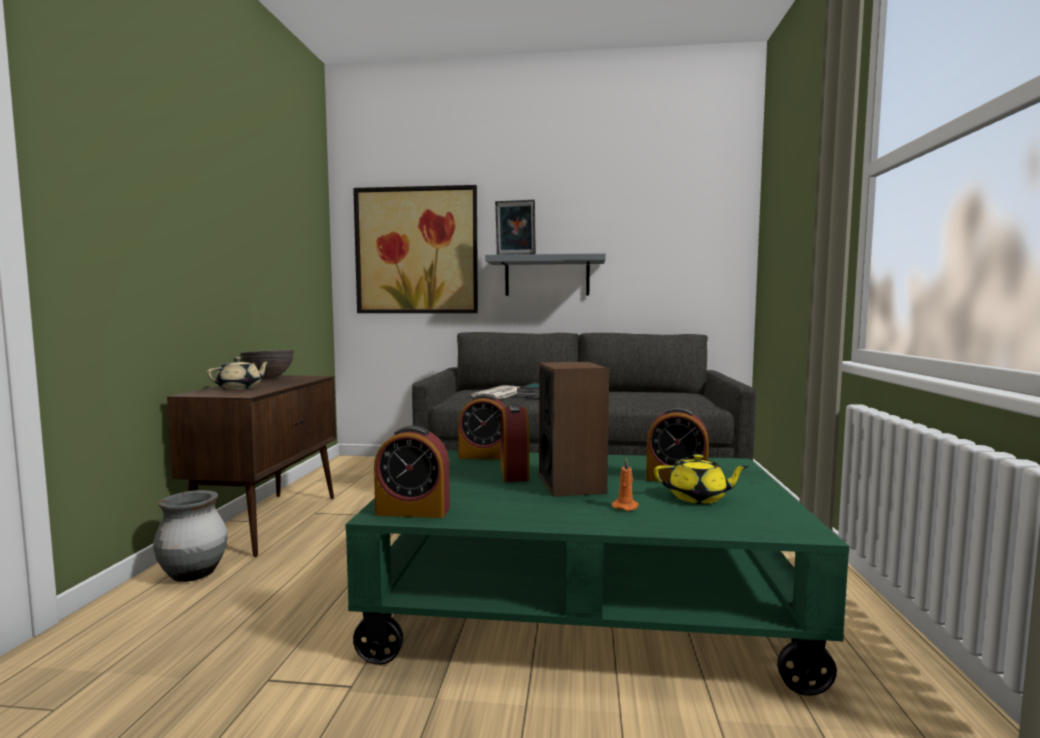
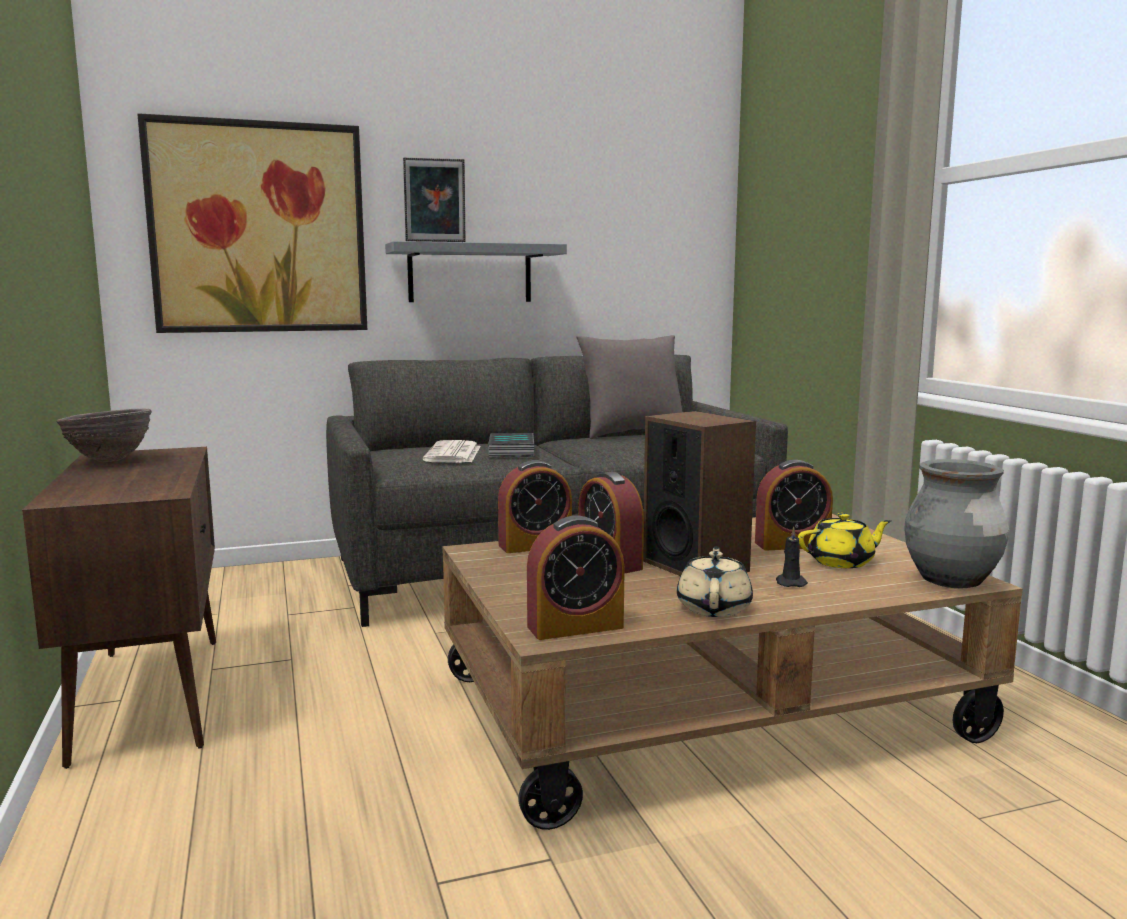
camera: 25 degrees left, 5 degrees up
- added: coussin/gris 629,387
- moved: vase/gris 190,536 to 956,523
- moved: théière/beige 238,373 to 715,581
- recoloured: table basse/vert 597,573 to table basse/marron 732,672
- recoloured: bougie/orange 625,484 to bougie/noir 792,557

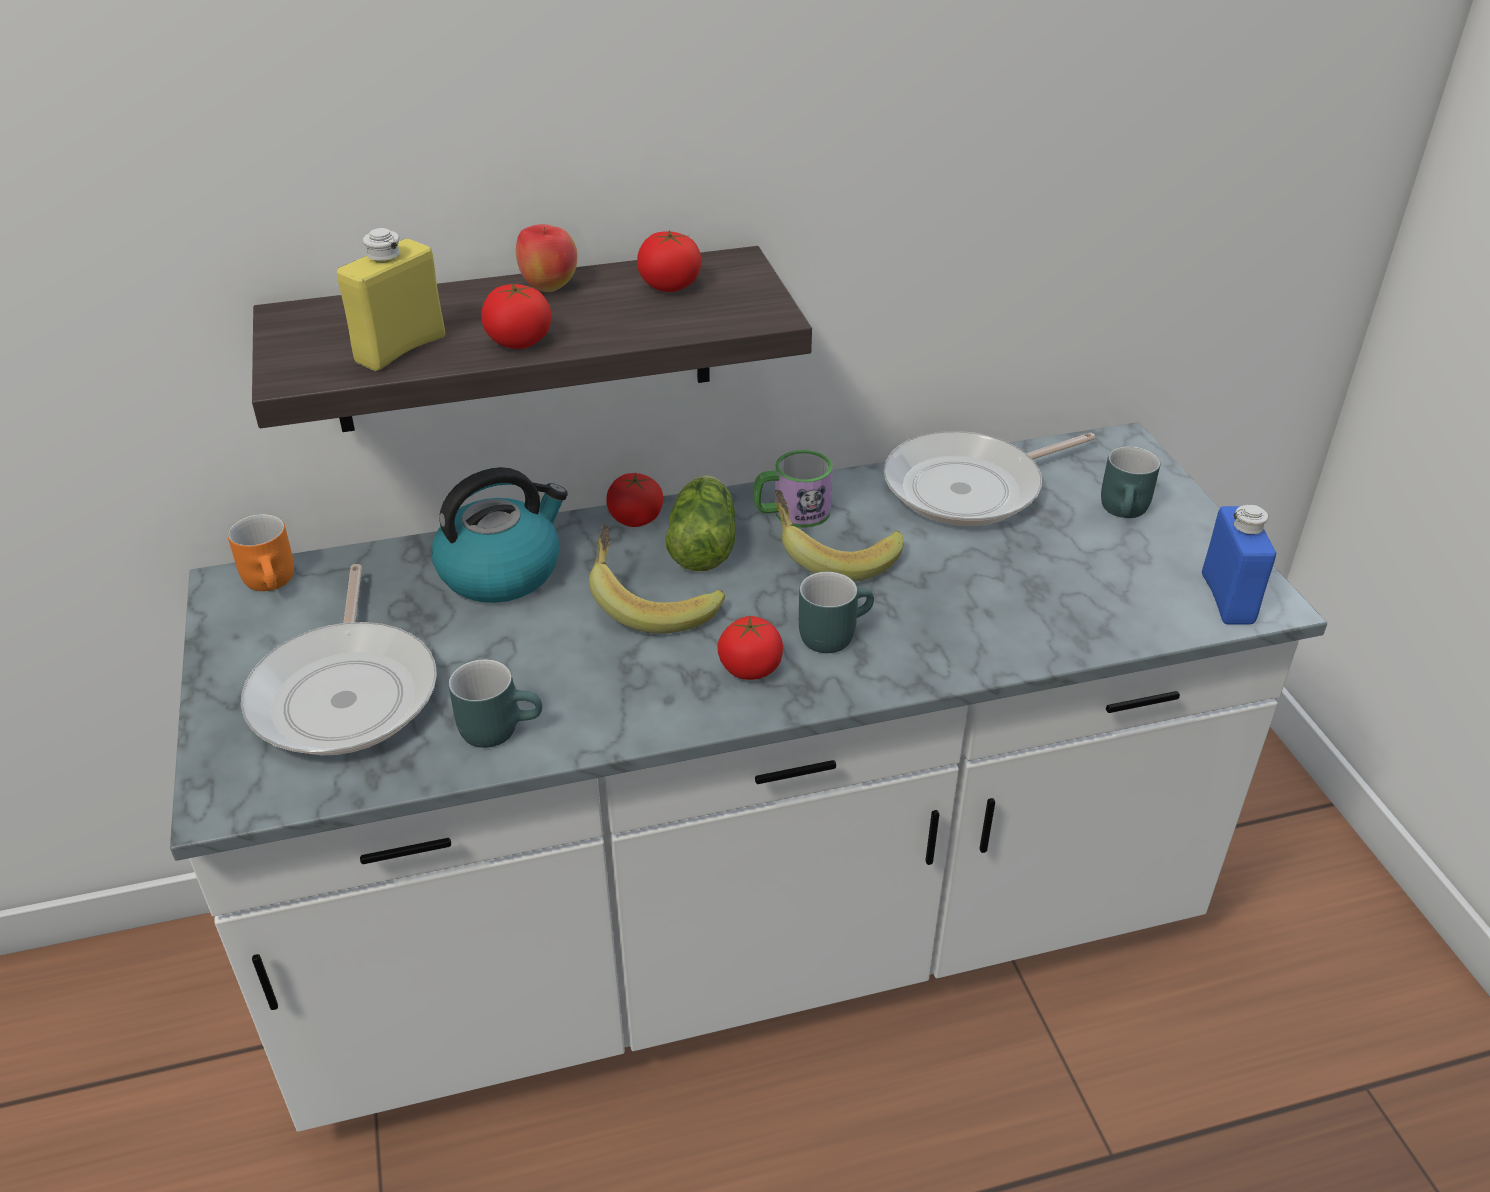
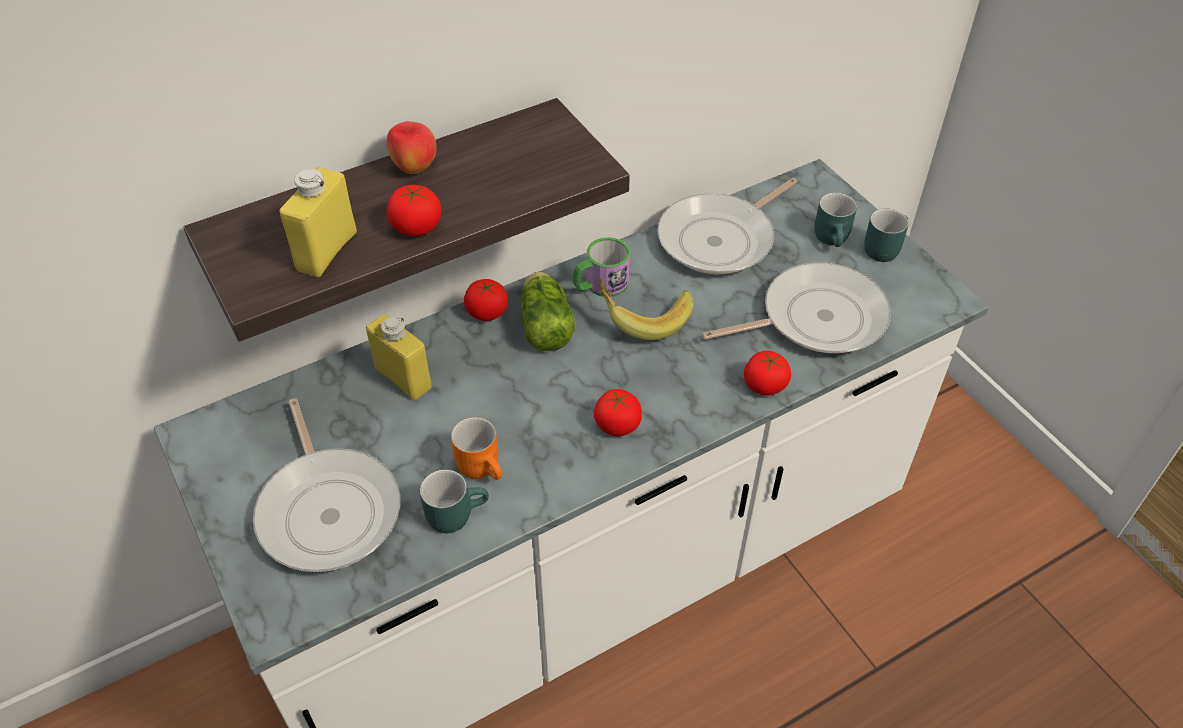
camera: 15 degrees left, 10 degrees up
- removed: banane 657,579
- removed: bouteille/bleu 1239,565
- added: poêle 796,307
- moved: mug/orange 261,552 to 476,448
- moved: tomate 669,261 to 767,373
- moved: mug/turquoise 836,612 to 886,235
- replaced: bouilloire 500,535 to bouteille/jaune 399,357

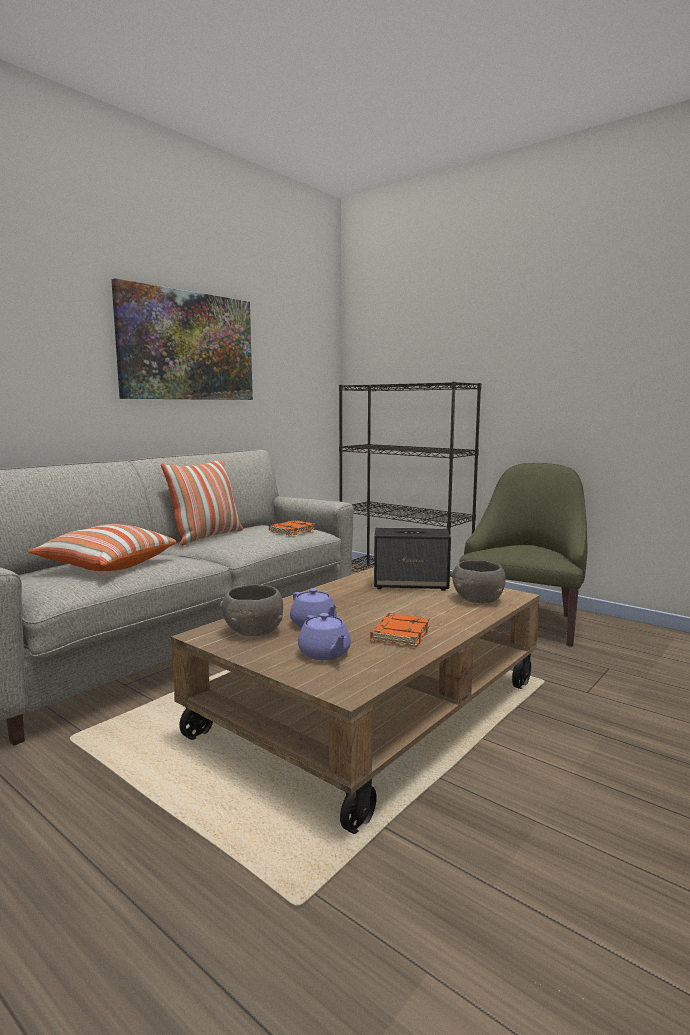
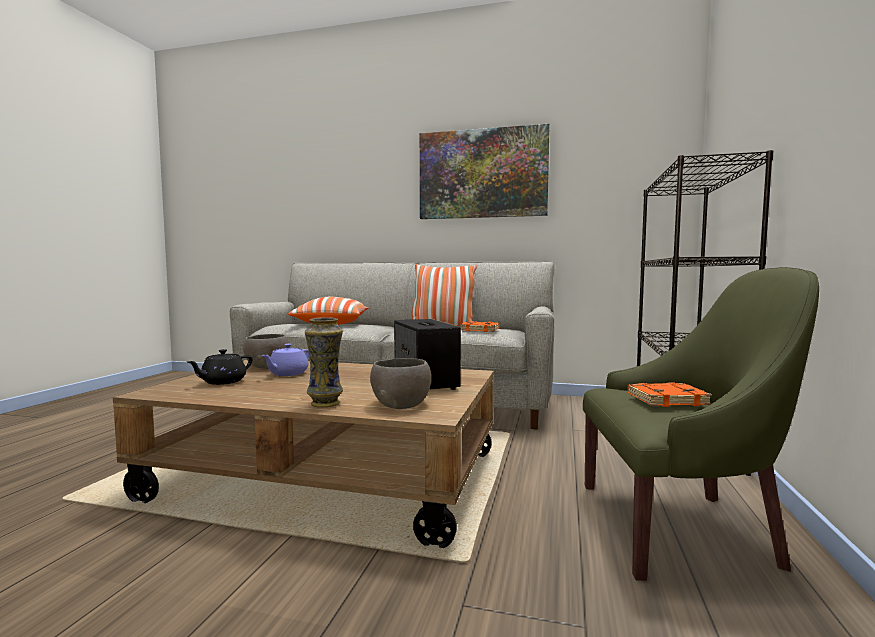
camera: 65 degrees right, 5 degrees down
- added: vase 324,362
- moved: livre/orange 400,630 to 669,394
- recoloured: théière/violet 324,636 to théière/noir 220,367

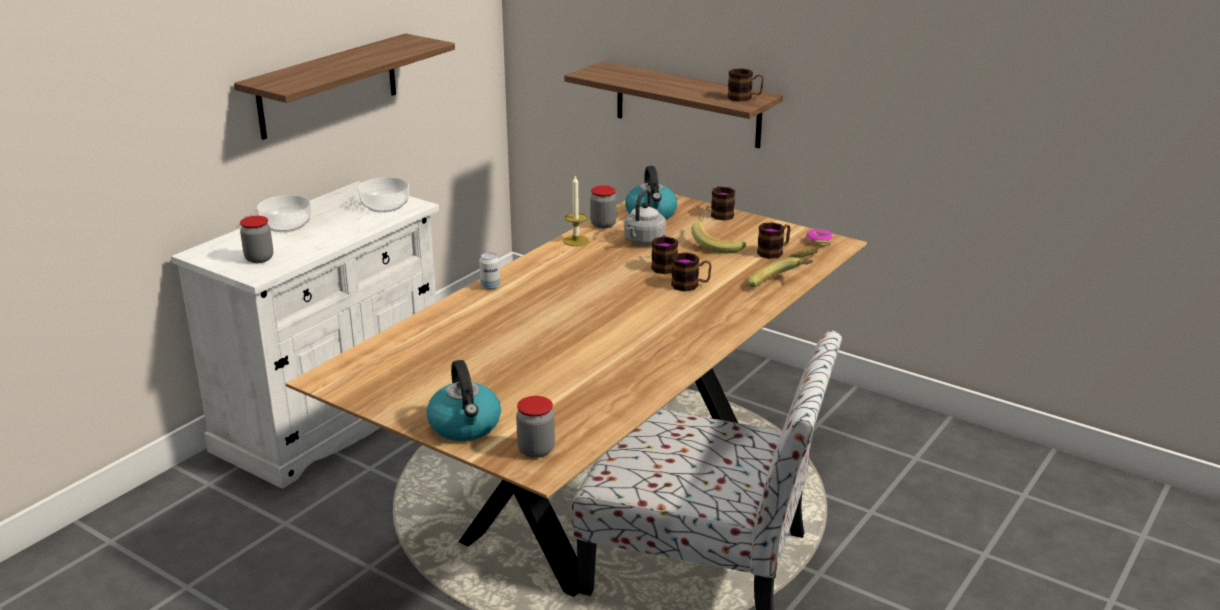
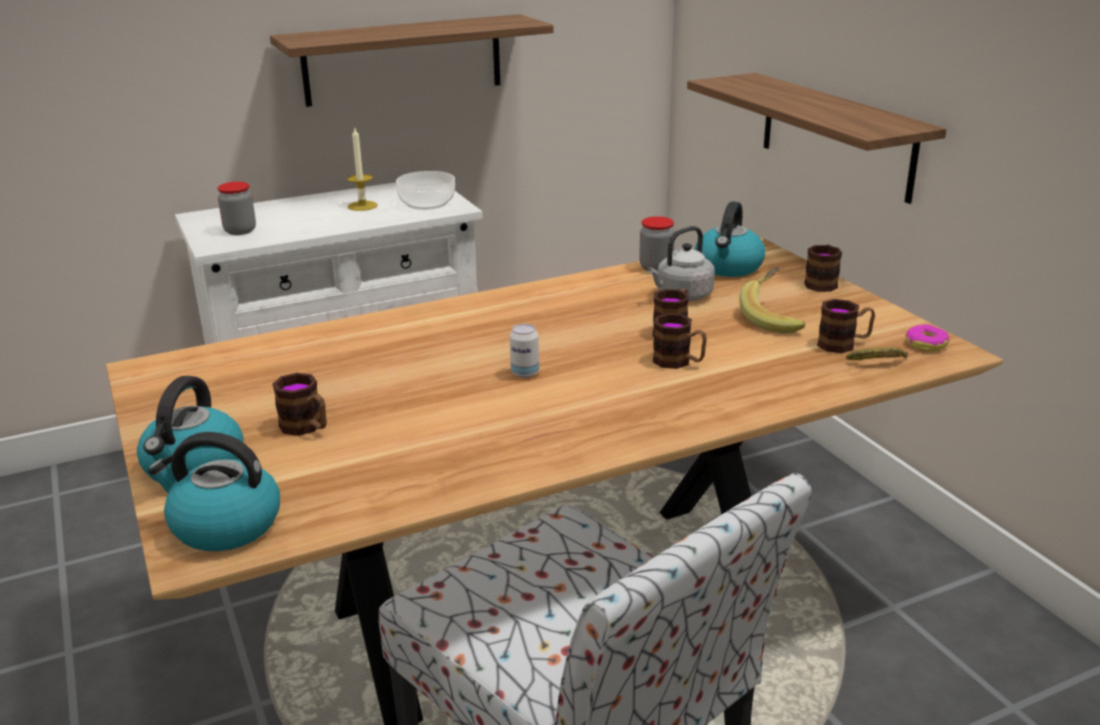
camera: 30 degrees right, 0 degrees up
- removed: bol 284,213
- removed: banane 780,272
- moved: boîte métallique 489,271 to 524,351
- moved: bougie 576,211 to 362,169
- moved: mug 745,85 to 299,404
- replaced: bocal 535,427 to bouilloire 214,491

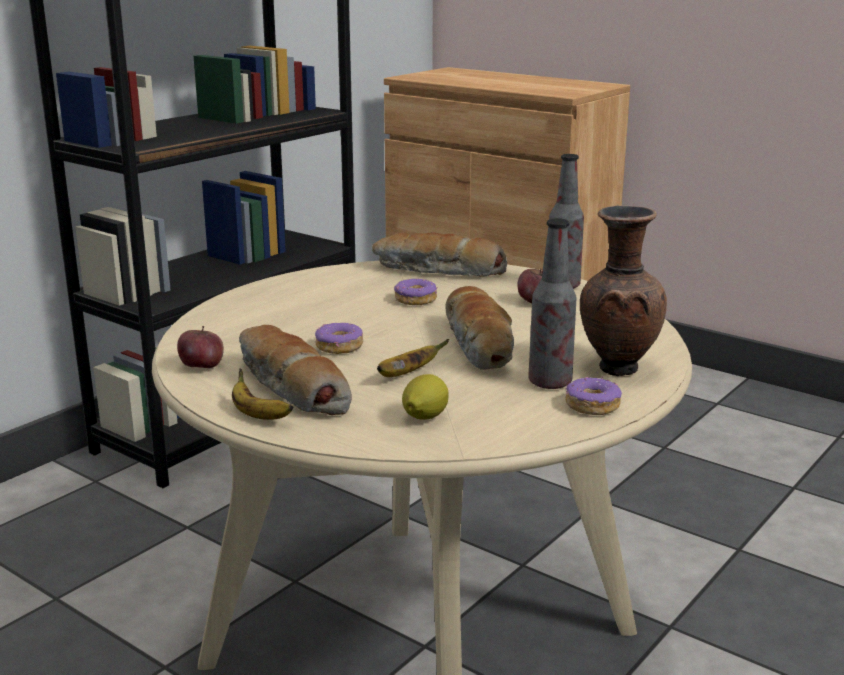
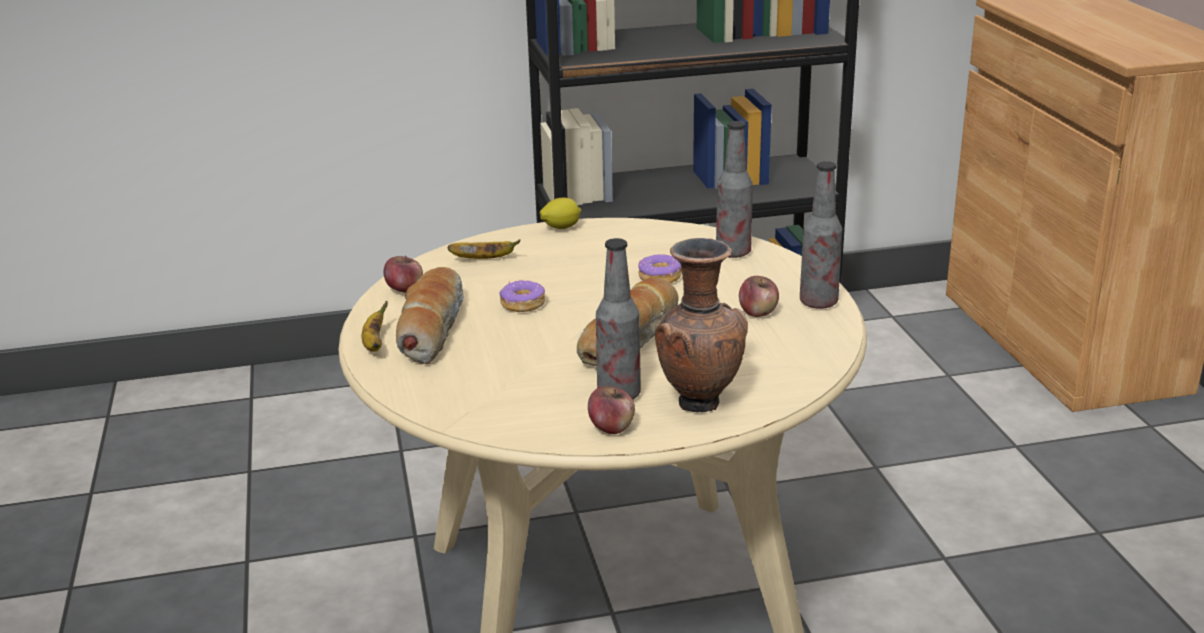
camera: 40 degrees right, 5 degrees up
- moved: banane 413,358 to 484,249
- moved: citron 425,397 to 560,213
- replaced: pain 439,254 to bouteille 734,189
- replaced: beignet 593,395 to pomme 611,410

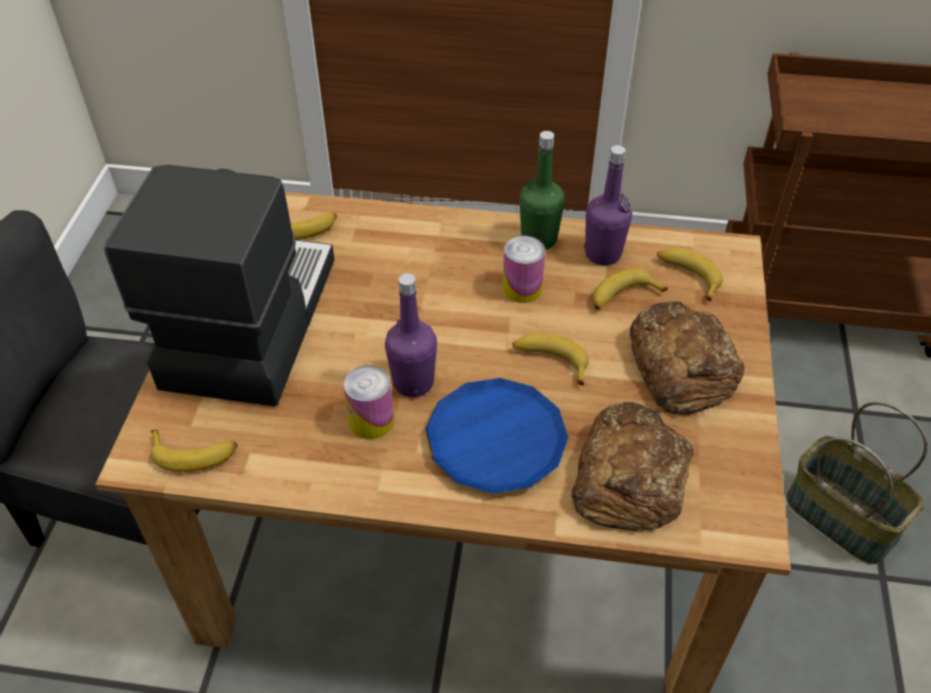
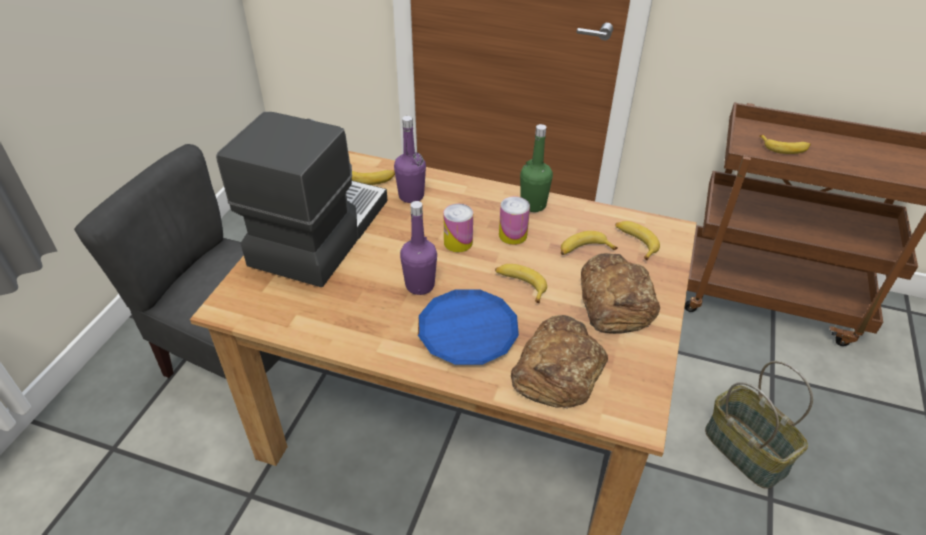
camera: 10 degrees right, 5 degrees down
- moved: banane 194,450 to 785,144
- moved: boîte métallique 368,402 to 458,228
- moved: bouteille/violet 608,205 to 410,159

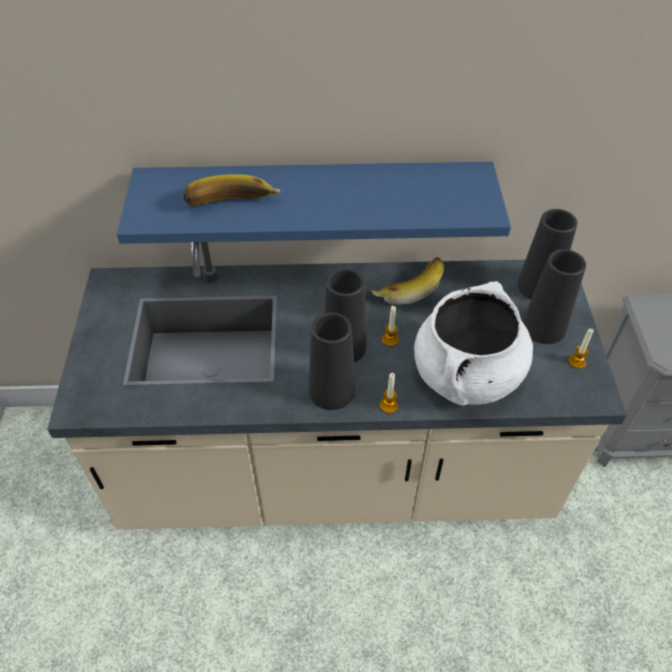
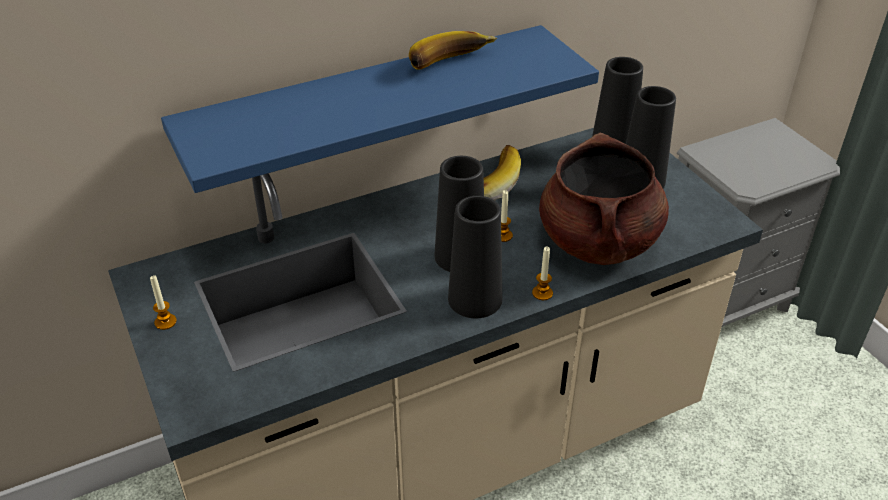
camera: 25 degrees left, 10 degrees down
- moved: banane 232,190 to 453,50
- moved: bougie 581,349 to 163,302
- recoloured: marmite/blanc 473,343 to marmite/marron 604,199

